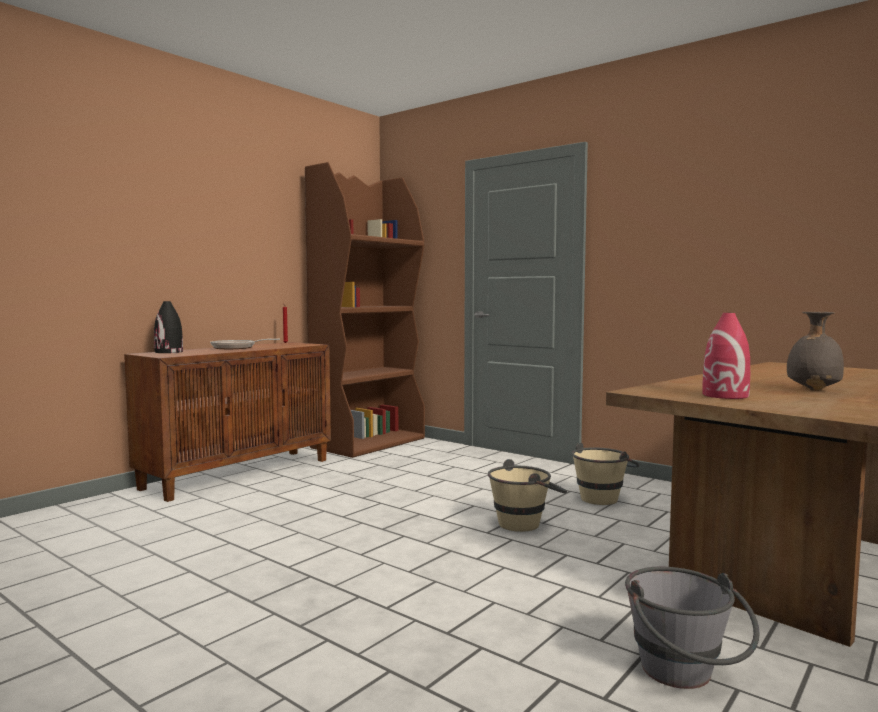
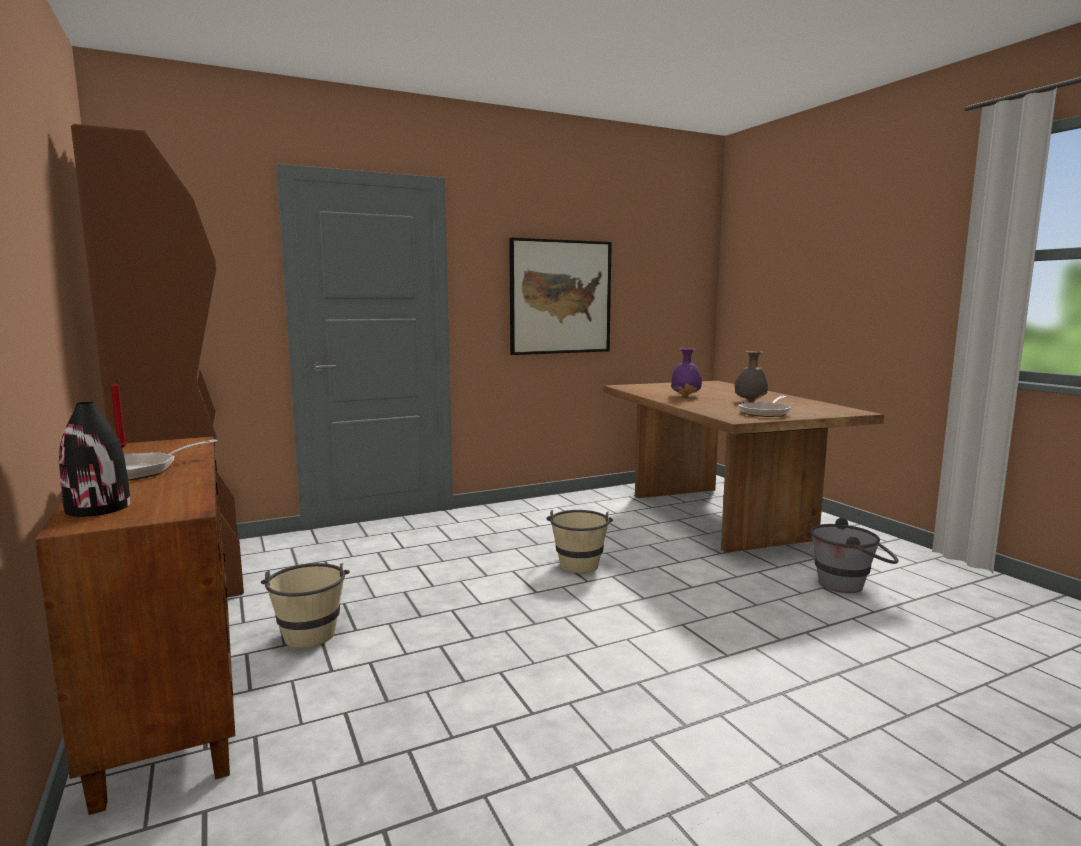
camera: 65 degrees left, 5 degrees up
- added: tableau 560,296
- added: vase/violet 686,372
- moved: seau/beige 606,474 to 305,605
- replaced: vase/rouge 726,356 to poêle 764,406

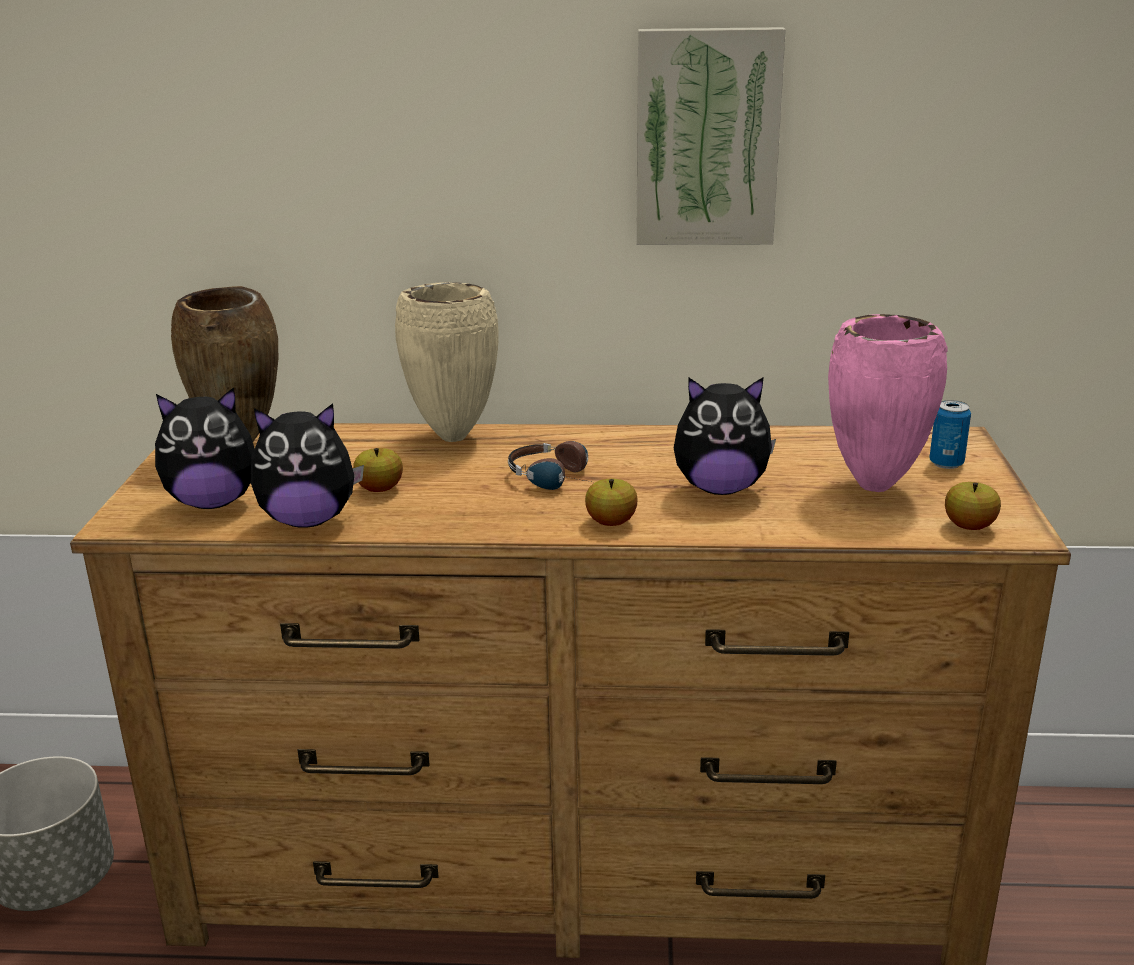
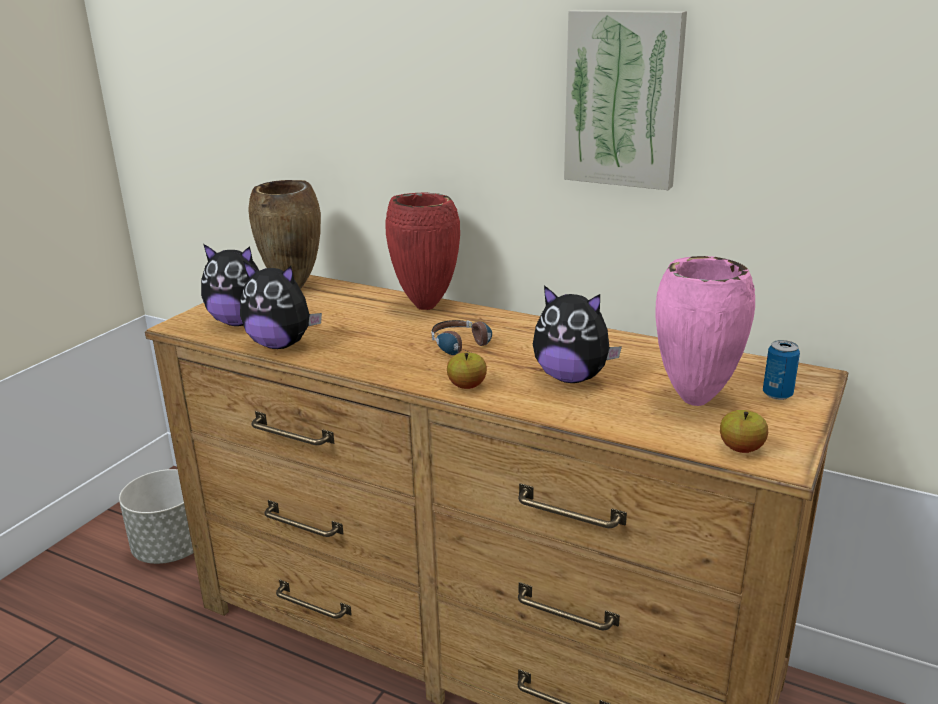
camera: 25 degrees right, 0 degrees up
- removed: pomme 378,470
- recoloured: vase/beige 447,362 to vase/rouge 422,251

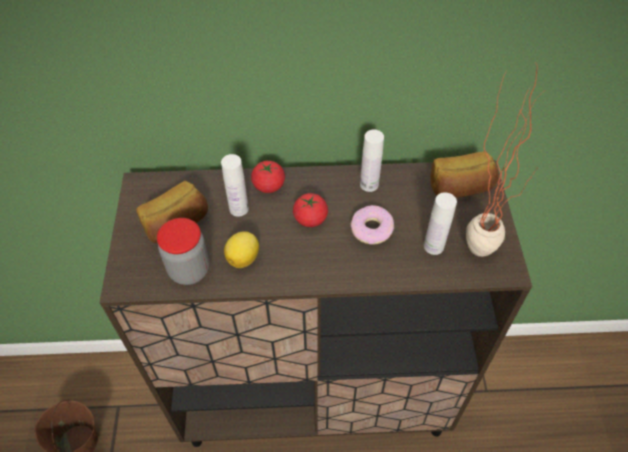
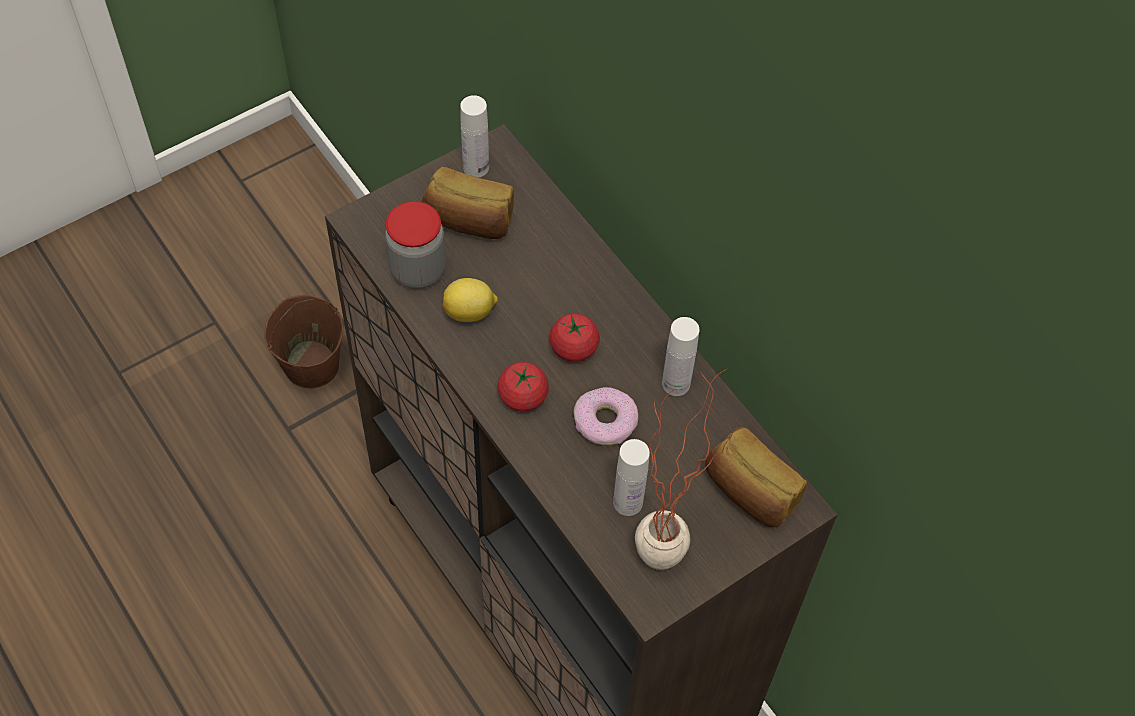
camera: 55 degrees right, 5 degrees up
- moved: bouteille/blanc 235,185 to 474,136
- moved: tomate 268,177 to 523,386

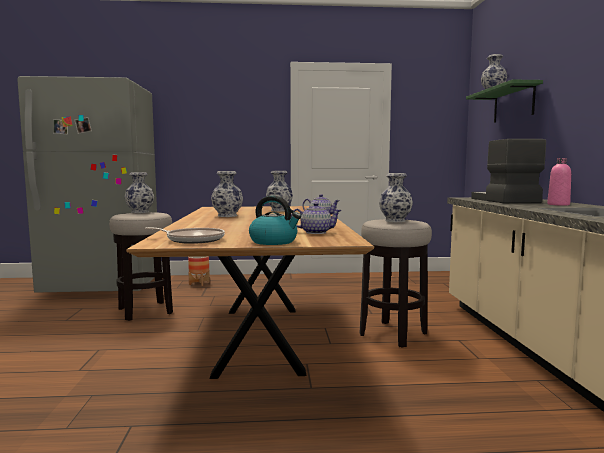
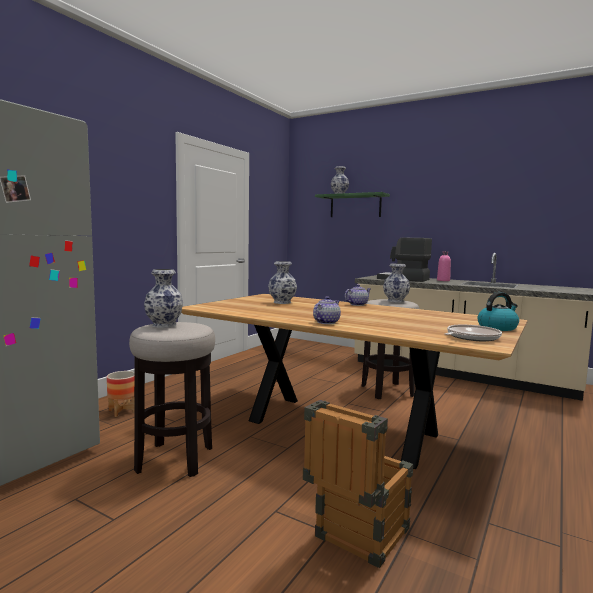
camera: 55 degrees left, 0 degrees up
- removed: vase 227,194
- added: caisse 358,484
- moved: théière 316,218 to 327,310

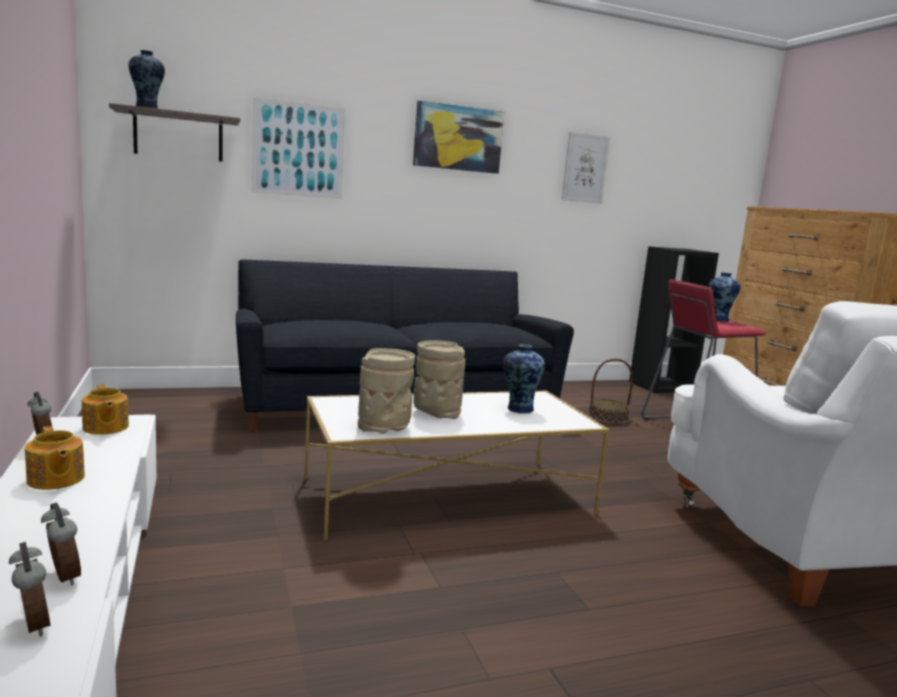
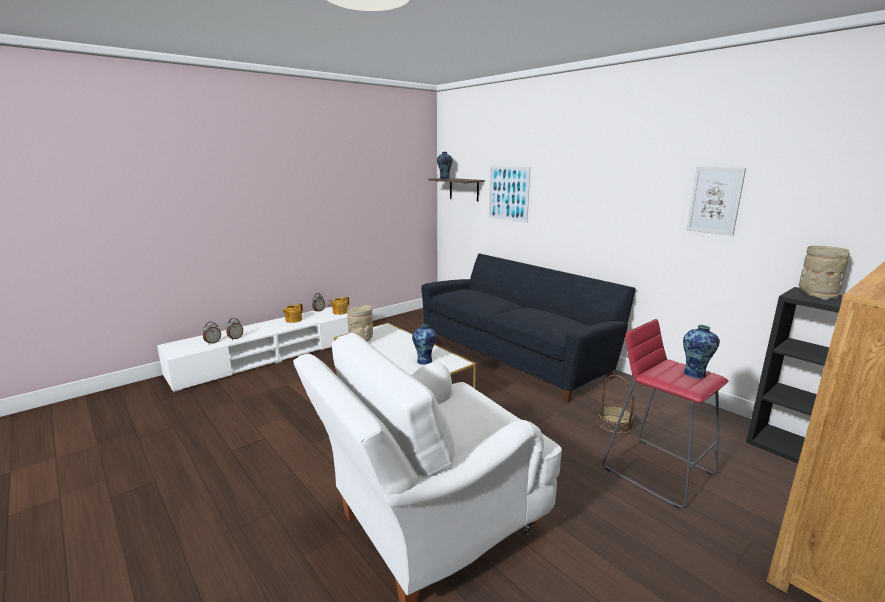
camera: 70 degrees right, 5 degrees up
- removed: tableau 458,137
- moved: vase/beige 439,380 to 824,273

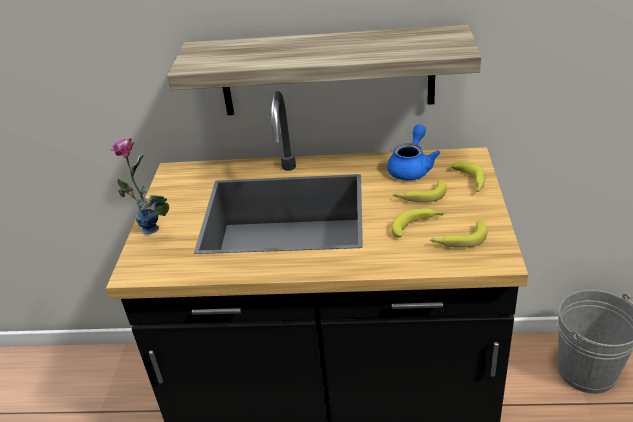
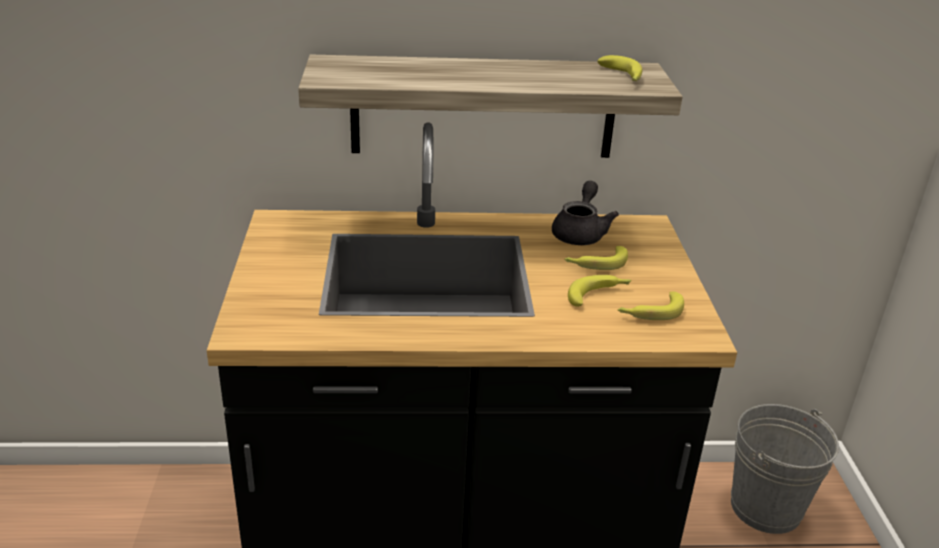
camera: 10 degrees left, 5 degrees down
- removed: vase 140,186
- moved: banane 468,176 to 619,68
- recoloured: théière/bleu 413,152 to théière/gris 585,213

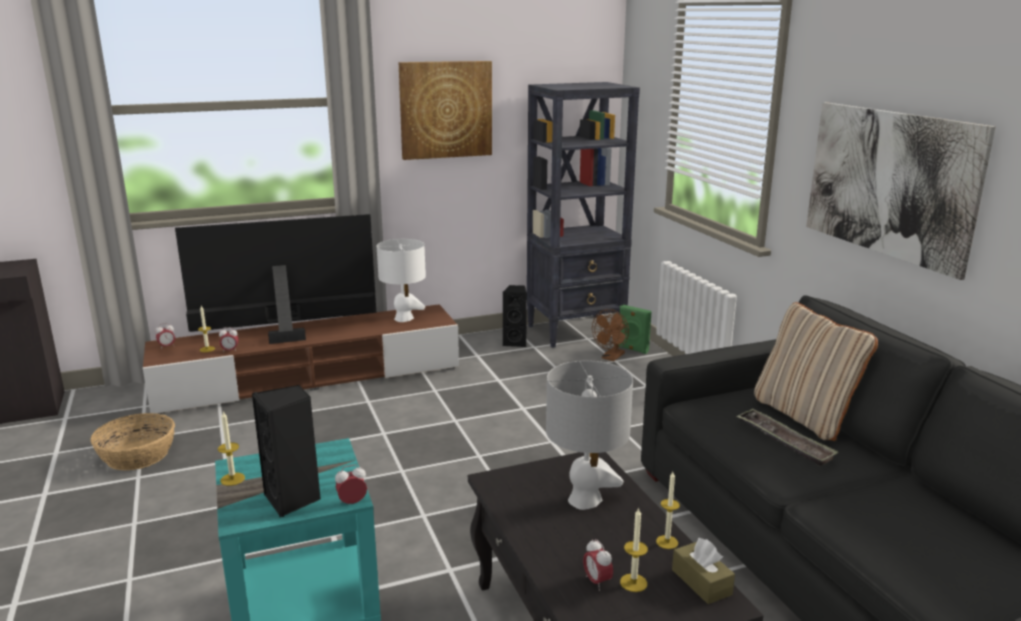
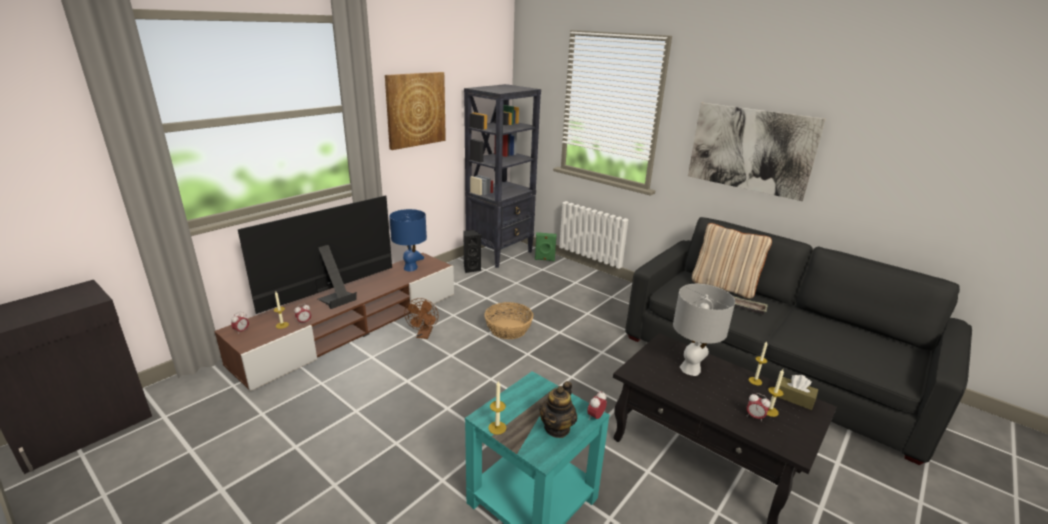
camera: 30 degrees left, 5 degrees up
- moved: panier 132,442 to 508,320
- moved: ventilateur/marron 610,335 to 421,318
- replaced: enceinte/noir 286,451 to théière 558,409
- recoloured: lampe de table/blanc 401,280 to lampe de table/bleu 408,240

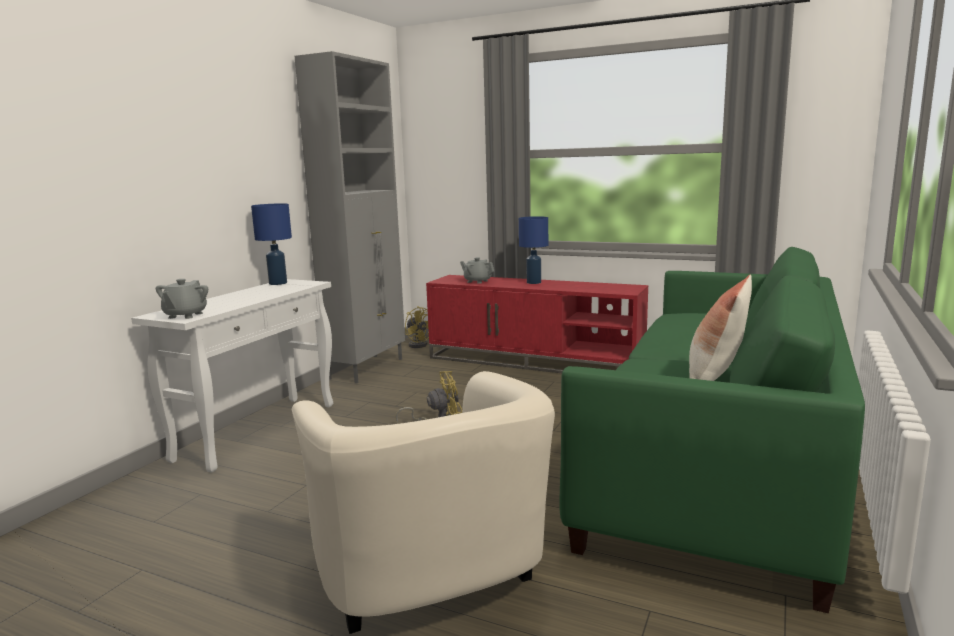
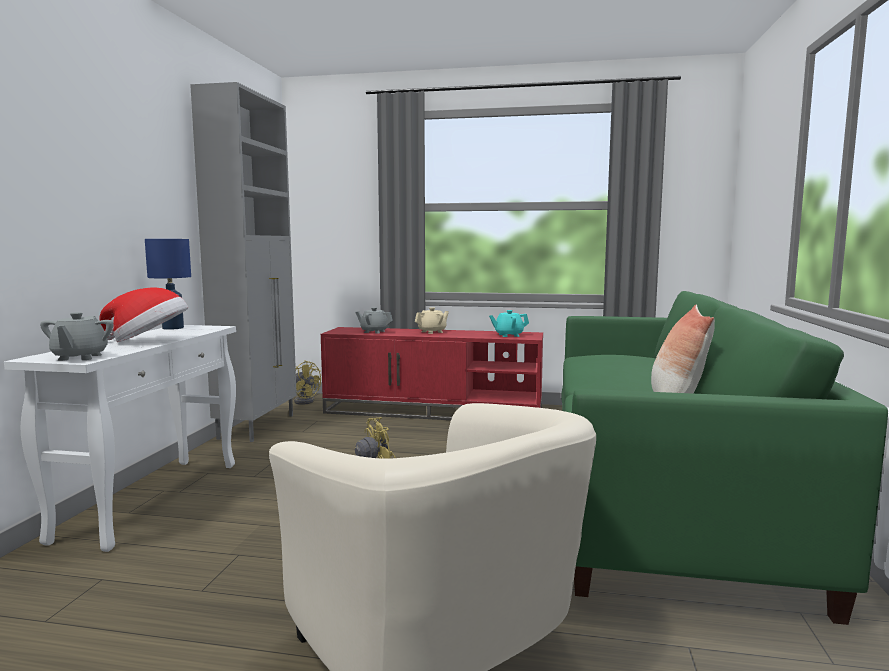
camera: 15 degrees left, 5 degrees down
- added: chapeau 143,314
- added: théière/turquoise 509,323
- replaced: lampe de table/bleu 533,250 to théière/beige 432,320

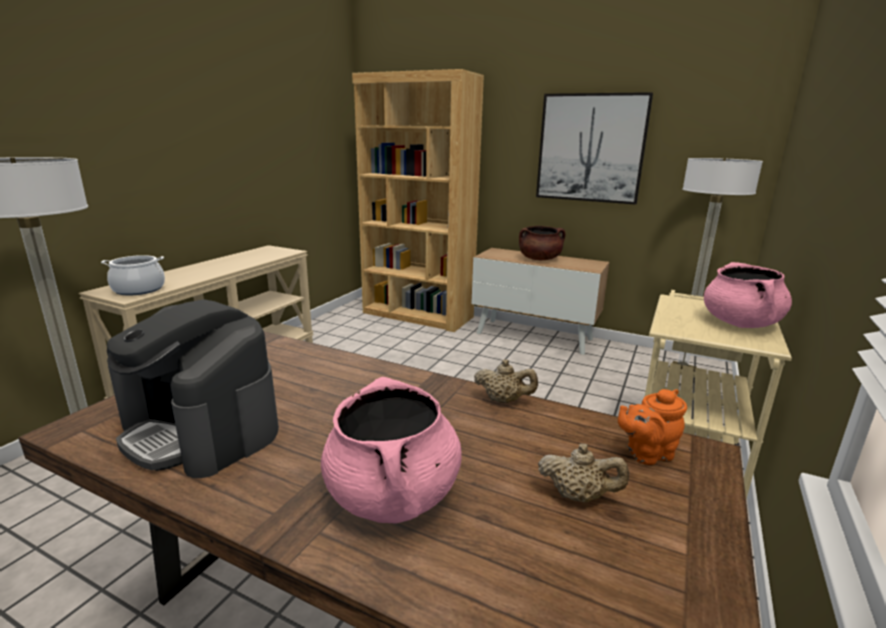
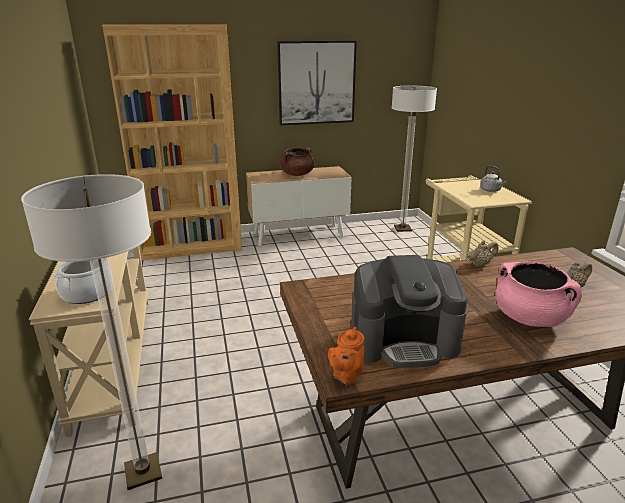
camera: 40 degrees left, 5 degrees up
- moved: théière/orange 652,427 to 346,356
- replaced: marmite/rose 748,295 to bouilloire/gris 493,179

